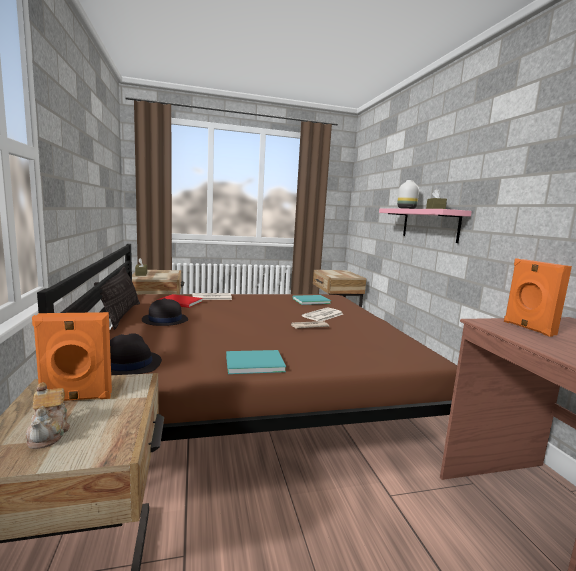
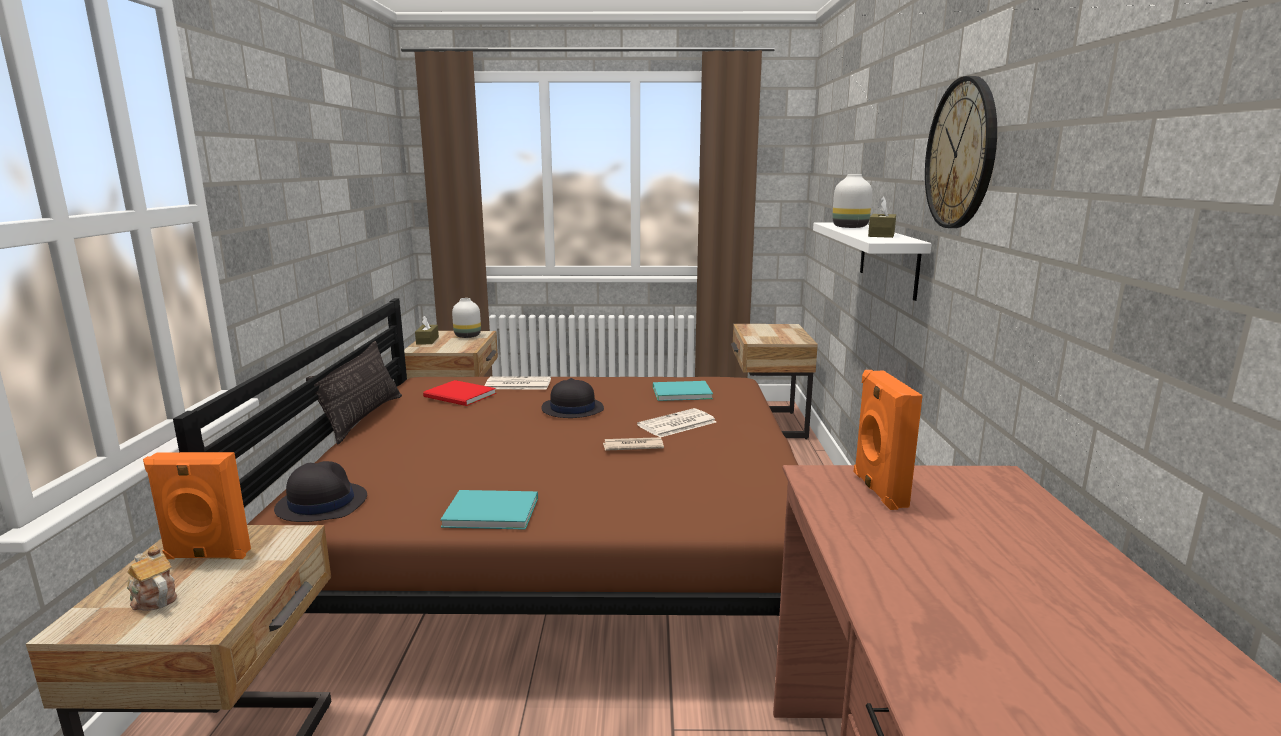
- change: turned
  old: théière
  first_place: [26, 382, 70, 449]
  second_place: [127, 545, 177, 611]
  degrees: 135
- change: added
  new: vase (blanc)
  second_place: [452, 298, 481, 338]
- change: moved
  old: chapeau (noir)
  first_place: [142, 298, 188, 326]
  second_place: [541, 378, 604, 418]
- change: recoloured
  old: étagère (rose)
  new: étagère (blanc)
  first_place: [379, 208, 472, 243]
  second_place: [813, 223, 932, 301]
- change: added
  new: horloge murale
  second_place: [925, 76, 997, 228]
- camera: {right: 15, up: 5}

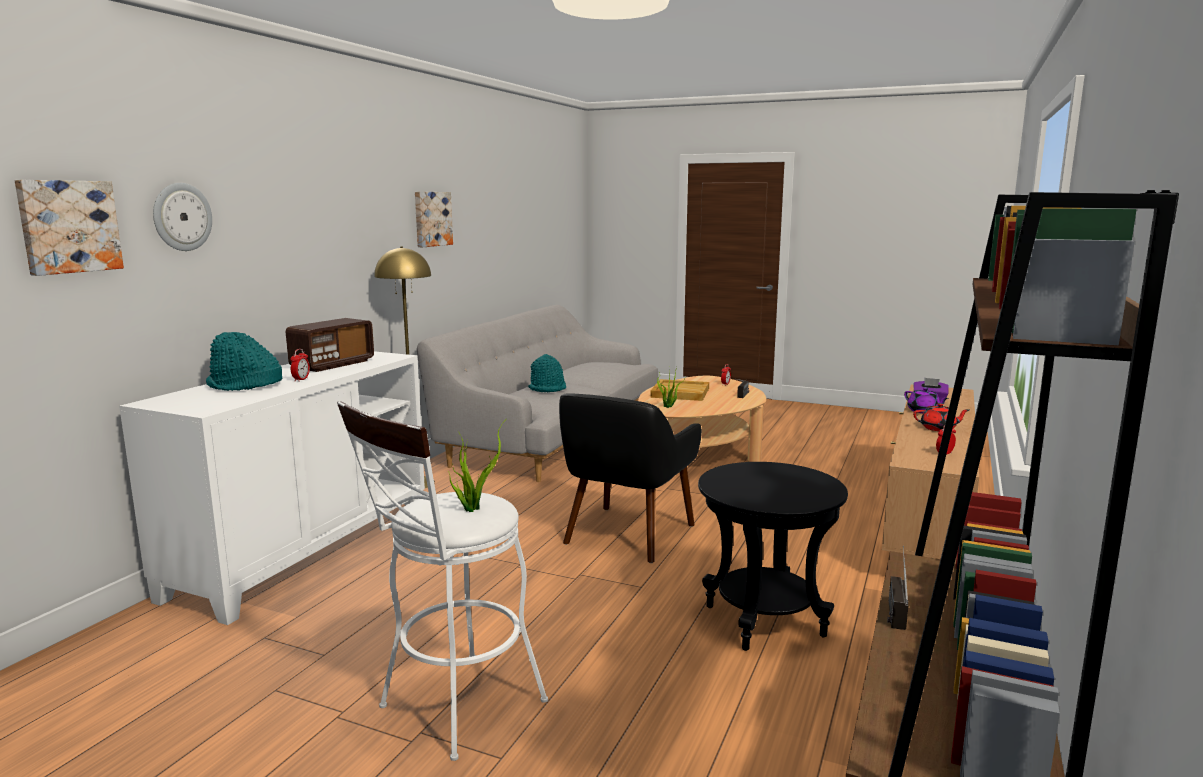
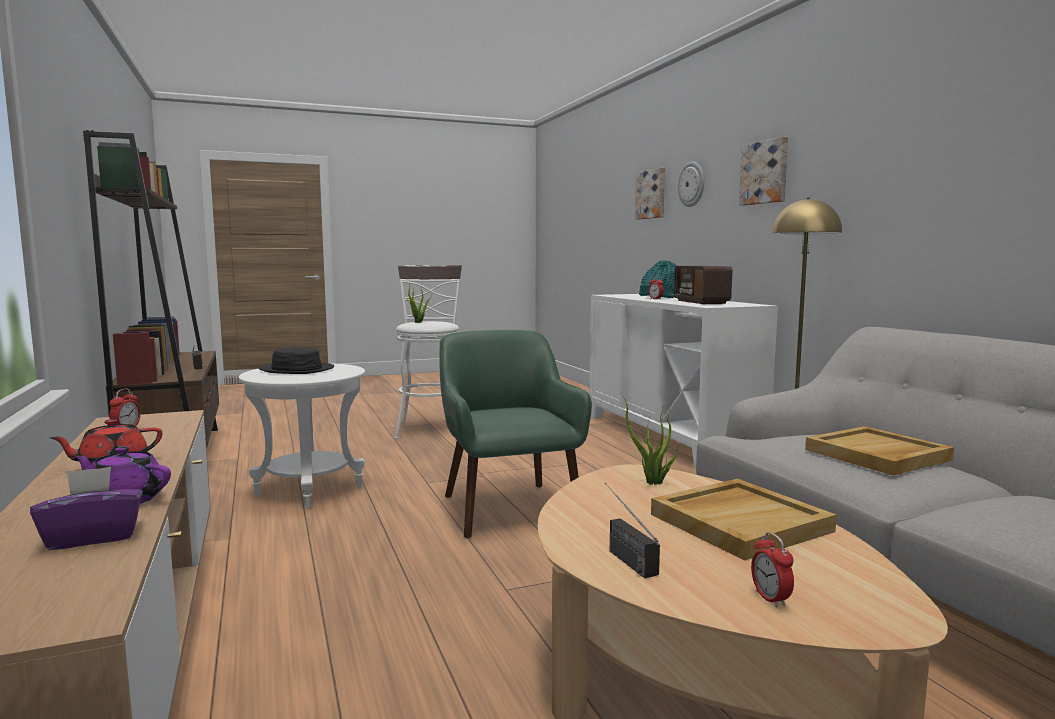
- change: recoloured
  old: table d'appoint (noir)
  new: table d'appoint (blanc)
  first_place: [698, 462, 848, 651]
  second_place: [239, 363, 365, 509]
- change: added
  new: chapeau (noir)
  second_place: [259, 347, 334, 374]
- change: recoloured
  old: fauteuil (noir)
  new: fauteuil (vert)
  first_place: [559, 393, 702, 563]
  second_place: [440, 330, 592, 539]
- change: moved
  old: tableau
  first_place: [415, 192, 453, 247]
  second_place: [739, 136, 788, 206]
- change: replaced
  old: chapeau (turquoise)
  new: plateau (beige)
  first_place: [528, 354, 566, 393]
  second_place: [805, 426, 954, 476]
- camera: {right: 135, up: -5}

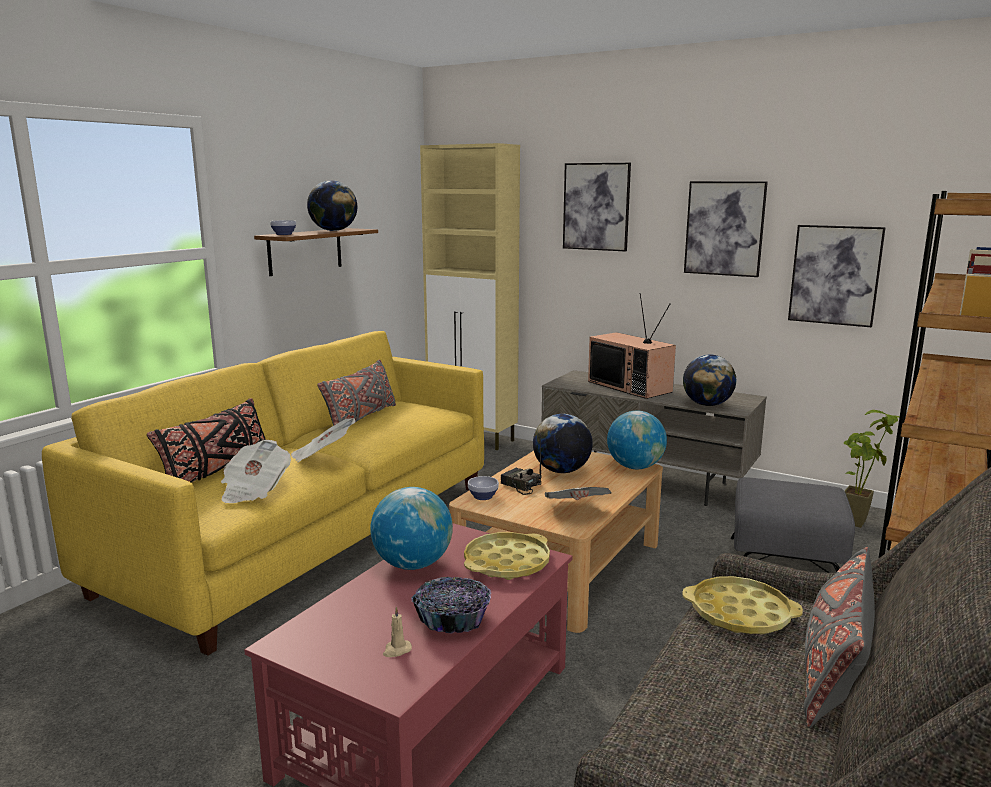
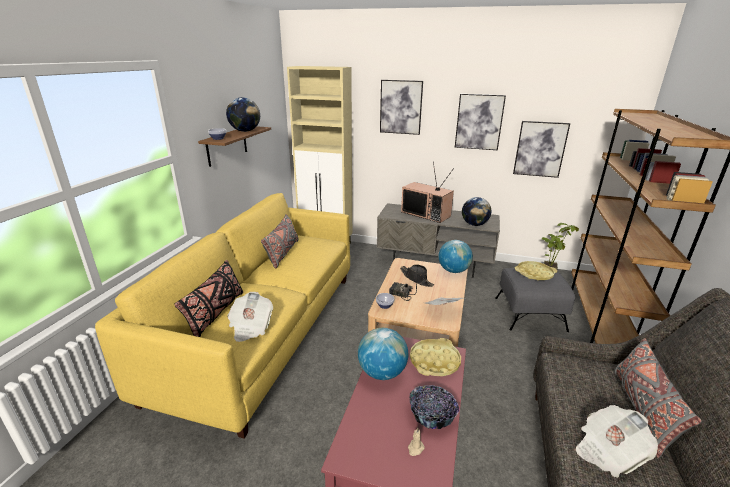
- change: replaced
  old: globe
  new: chapeau (noir)
  first_place: [533, 414, 593, 473]
  second_place: [400, 264, 434, 287]
- change: moved
  old: plateau (jaune)
  first_place: [682, 576, 803, 635]
  second_place: [515, 261, 557, 281]
- change: moved
  old: journal
  first_place: [291, 418, 356, 462]
  second_place: [575, 405, 658, 478]
- camera: {right: -15, up: 10}

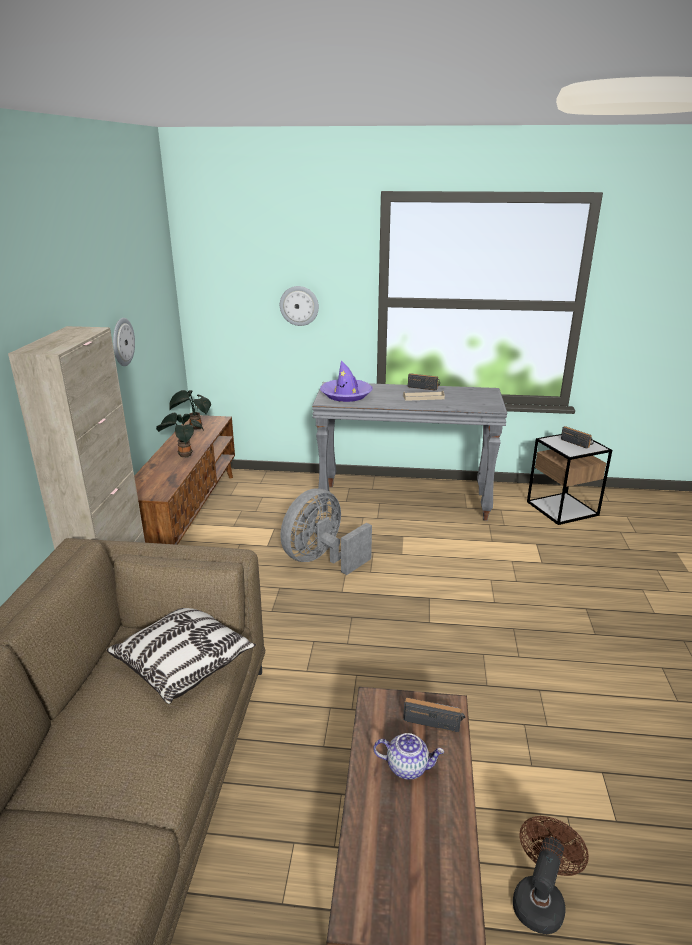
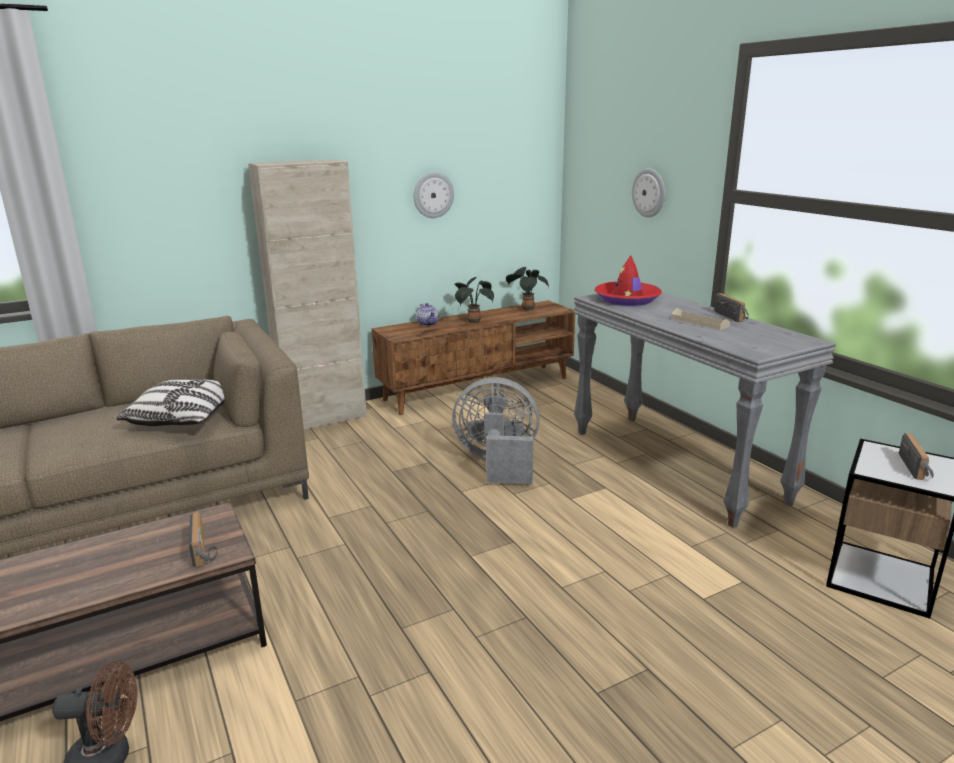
- change: moved
  old: théière
  first_place: [373, 733, 444, 780]
  second_place: [416, 303, 439, 326]
- change: recoloured
  old: chapeau (violet)
  new: chapeau (rouge)
  first_place: [320, 360, 373, 402]
  second_place: [594, 255, 662, 306]
- camera: {right: 55, up: -5}

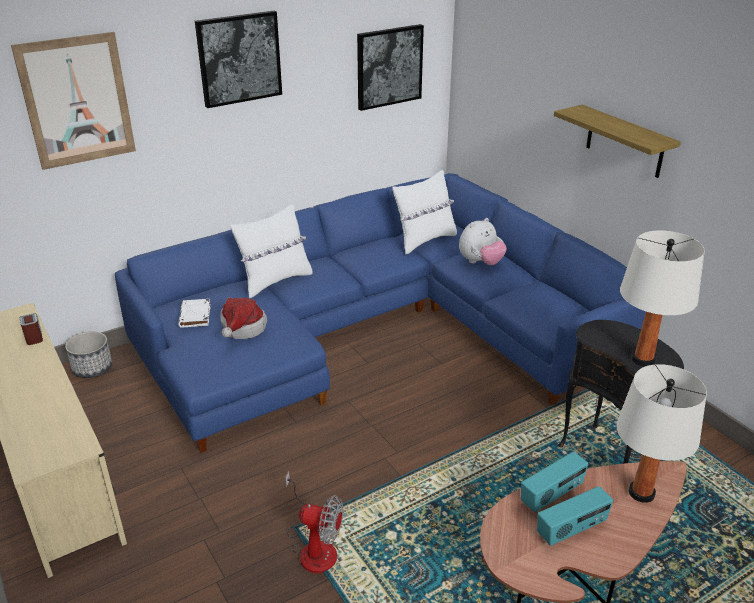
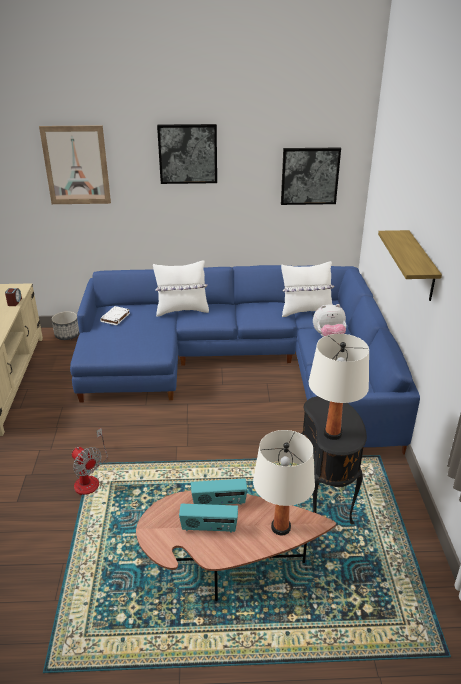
- change: removed
  old: chapeau
  first_place: [220, 298, 267, 339]
- camera: {right: 30, up: 0}

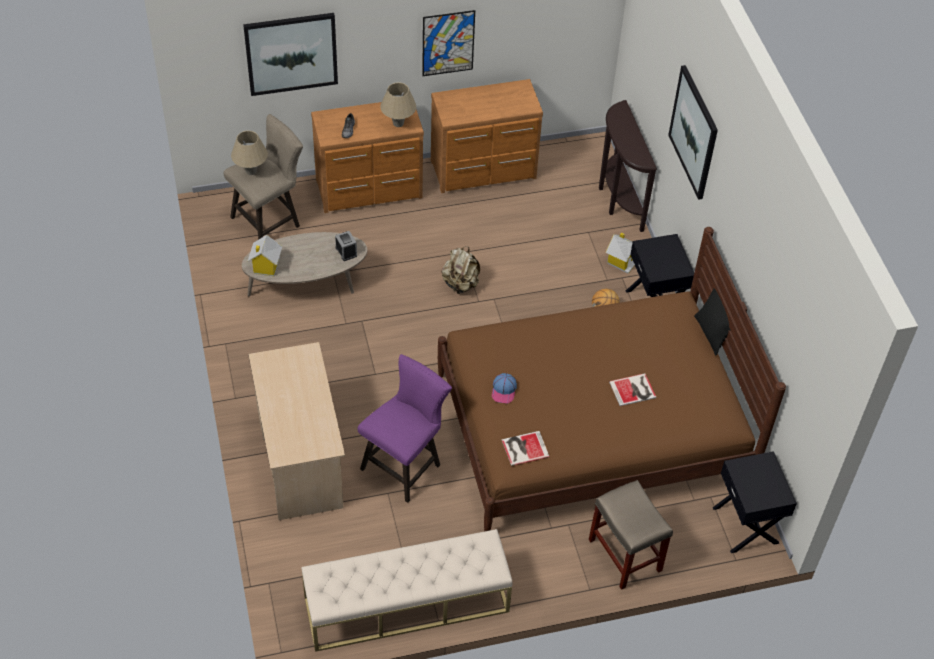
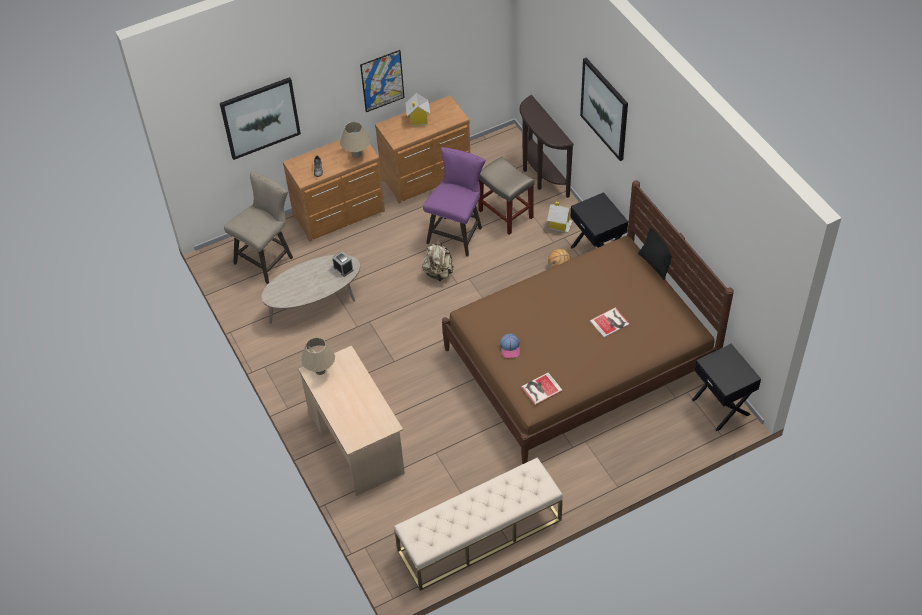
- change: moved
  old: lampe de table (beige)
  first_place: [231, 131, 268, 175]
  second_place: [301, 337, 335, 375]
- change: moved
  old: maison miniature
  first_place: [248, 235, 282, 276]
  second_place: [406, 93, 430, 126]
- change: moved
  old: tabouret (violet)
  first_place: [357, 354, 452, 503]
  second_place: [423, 147, 486, 257]
- change: moved
  old: tabouret (beige)
  first_place: [589, 480, 673, 590]
  second_place: [478, 156, 534, 235]
- camera: {right: -10, up: 0}

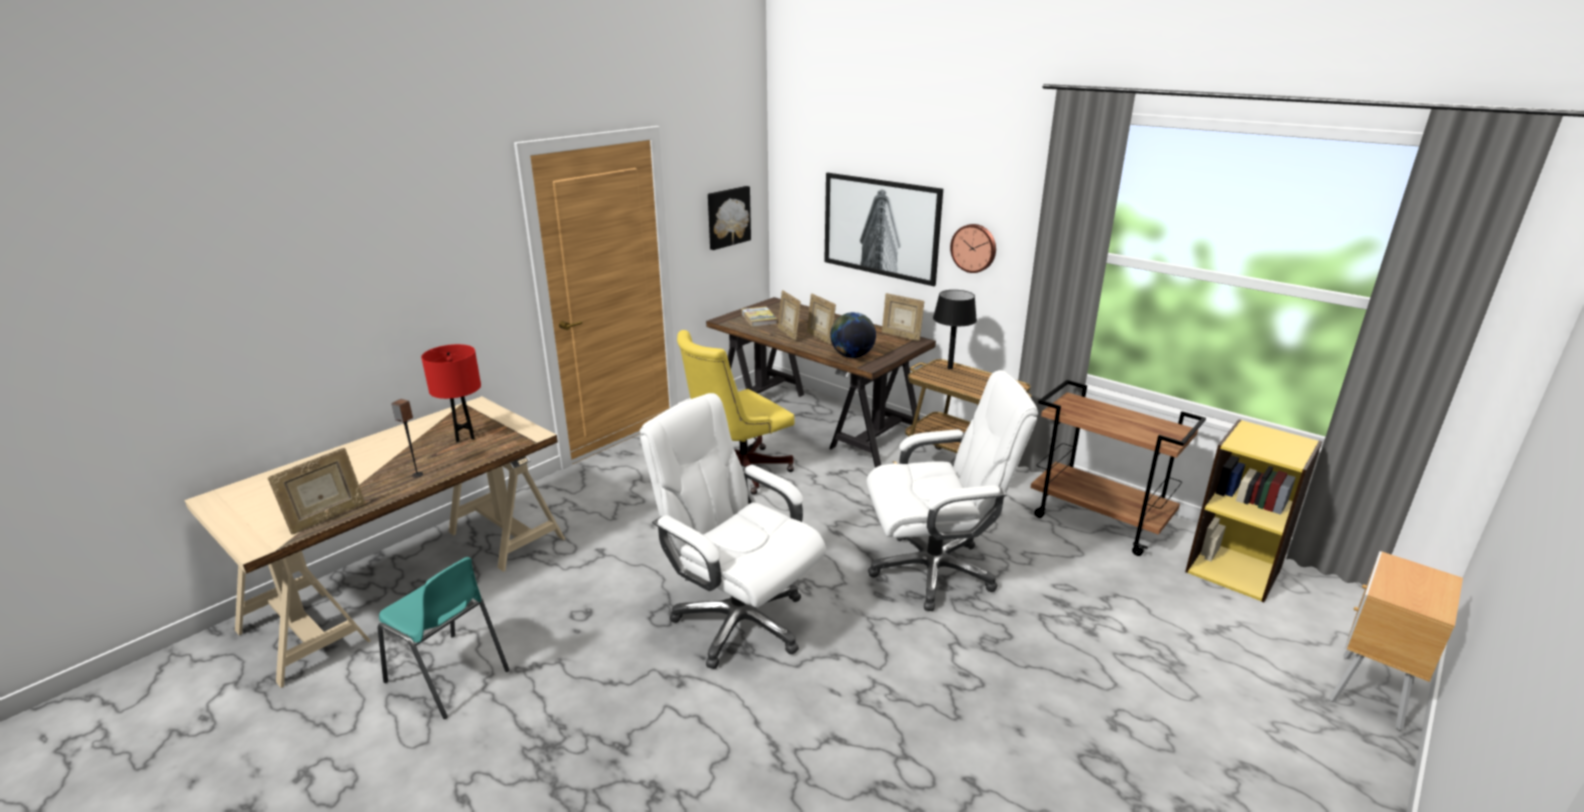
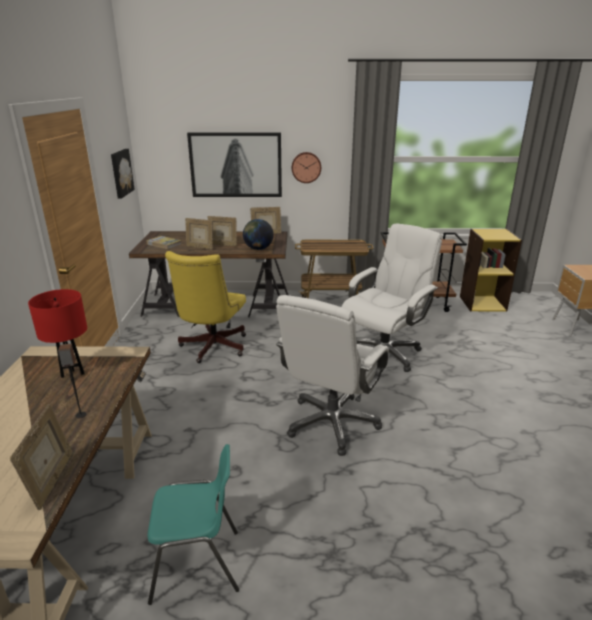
- change: turned
  old: chaise de bureau (blanc)
  first_place: [640, 393, 826, 669]
  second_place: [276, 295, 389, 456]
  degrees: -60
- change: removed
  old: lampe de table (noir)
  first_place: [933, 290, 977, 369]
- camera: {right: -40, up: 0}

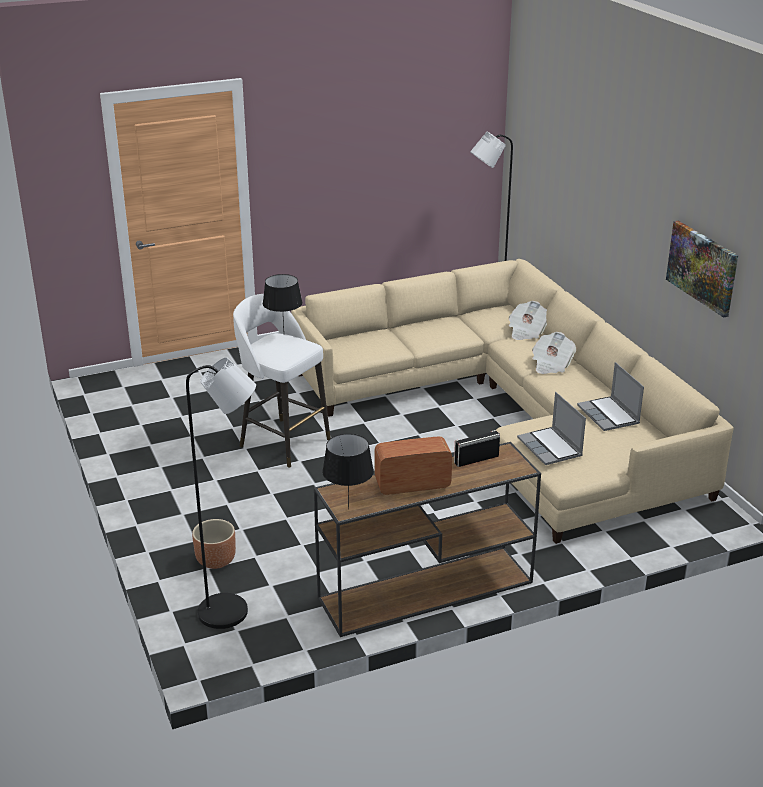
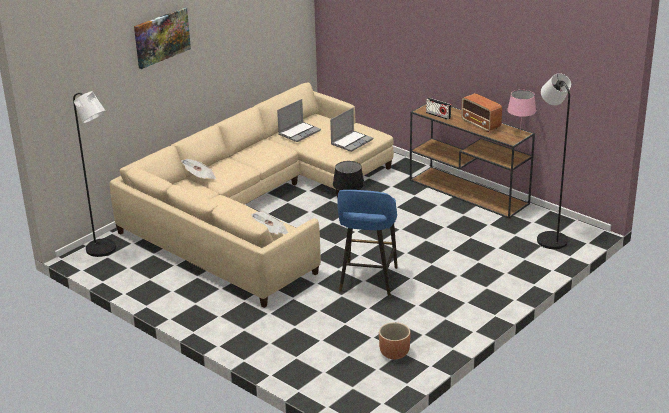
- change: moved
  old: tableau
  first_place: [666, 221, 738, 318]
  second_place: [134, 7, 191, 69]
- change: moved
  old: journal
  first_place: [532, 332, 576, 374]
  second_place: [251, 211, 289, 235]
- change: recoloured
  old: tabouret (blanc)
  new: tabouret (bleu)
  first_place: [233, 294, 331, 468]
  second_place: [337, 190, 398, 296]
- change: moved
  old: cache-pot (marron)
  first_place: [192, 519, 236, 569]
  second_place: [379, 322, 411, 359]
- change: recoloured
  old: lampe de table (noir)
  new: lampe de table (rose)
  first_place: [322, 434, 374, 510]
  second_place: [507, 90, 536, 134]
- camera: {right: -115, up: 0}

